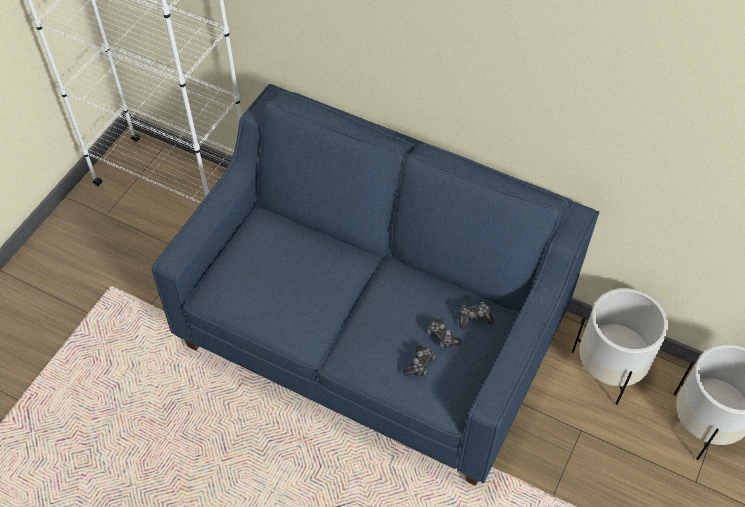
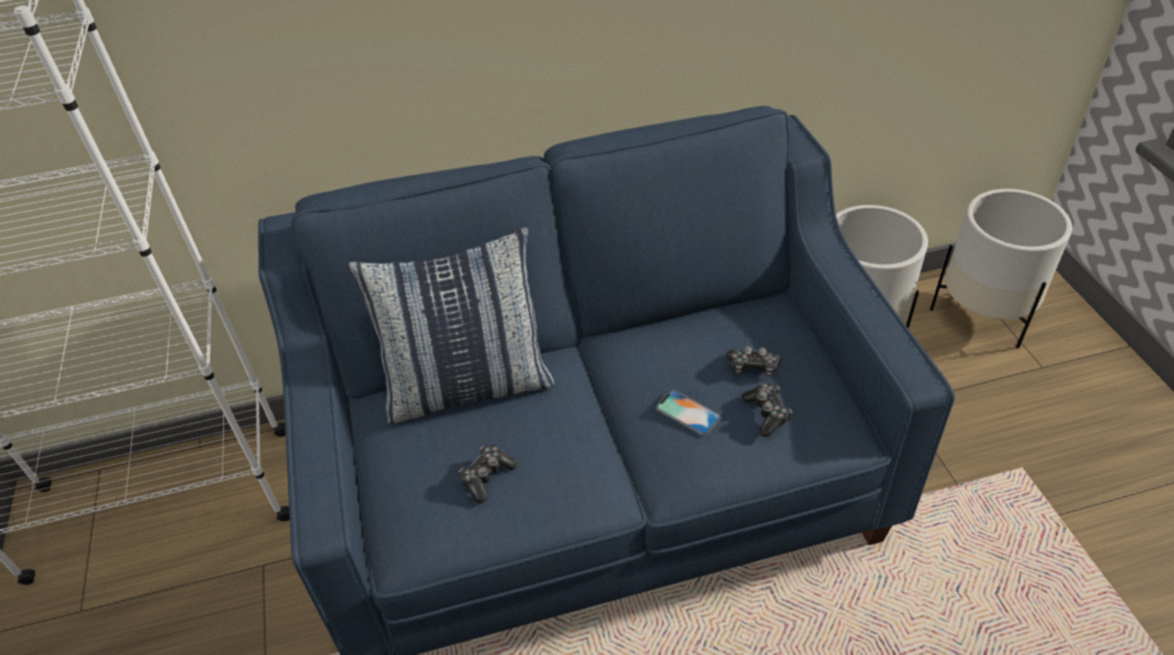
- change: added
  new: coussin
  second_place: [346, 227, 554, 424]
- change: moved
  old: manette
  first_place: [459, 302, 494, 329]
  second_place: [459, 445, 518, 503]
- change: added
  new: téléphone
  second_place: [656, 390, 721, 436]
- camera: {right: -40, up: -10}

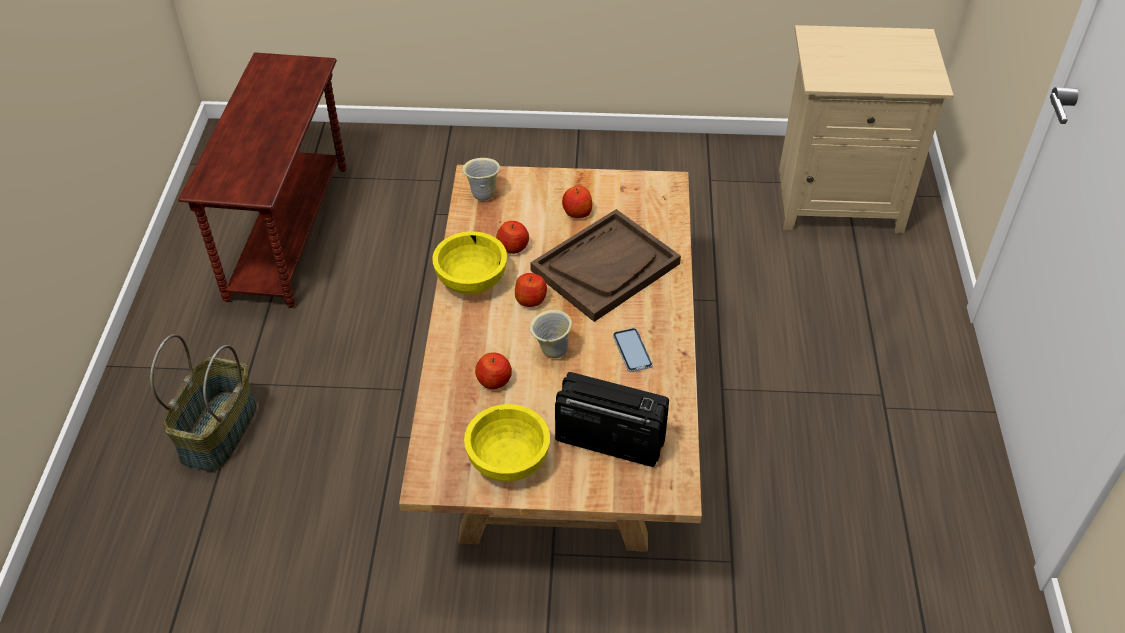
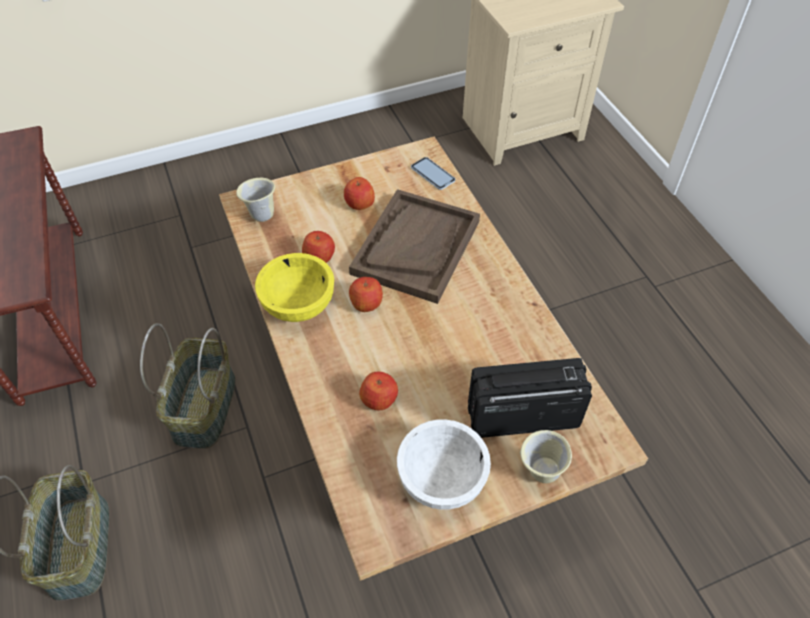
- change: added
  new: panier
  second_place: [140, 323, 236, 449]
- change: recoloured
  old: bol (jaune)
  new: bol (blanc)
  first_place: [464, 404, 550, 482]
  second_place: [397, 419, 491, 510]
- change: moved
  old: téléphone
  first_place: [613, 328, 653, 372]
  second_place: [411, 157, 455, 190]
- change: moved
  old: mug (beige)
  first_place: [529, 310, 572, 358]
  second_place: [520, 430, 572, 483]
- camera: {right: -25, up: 5}

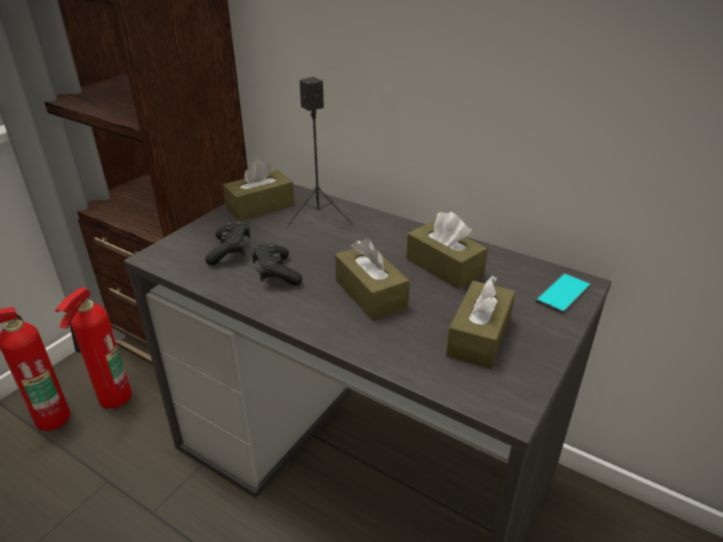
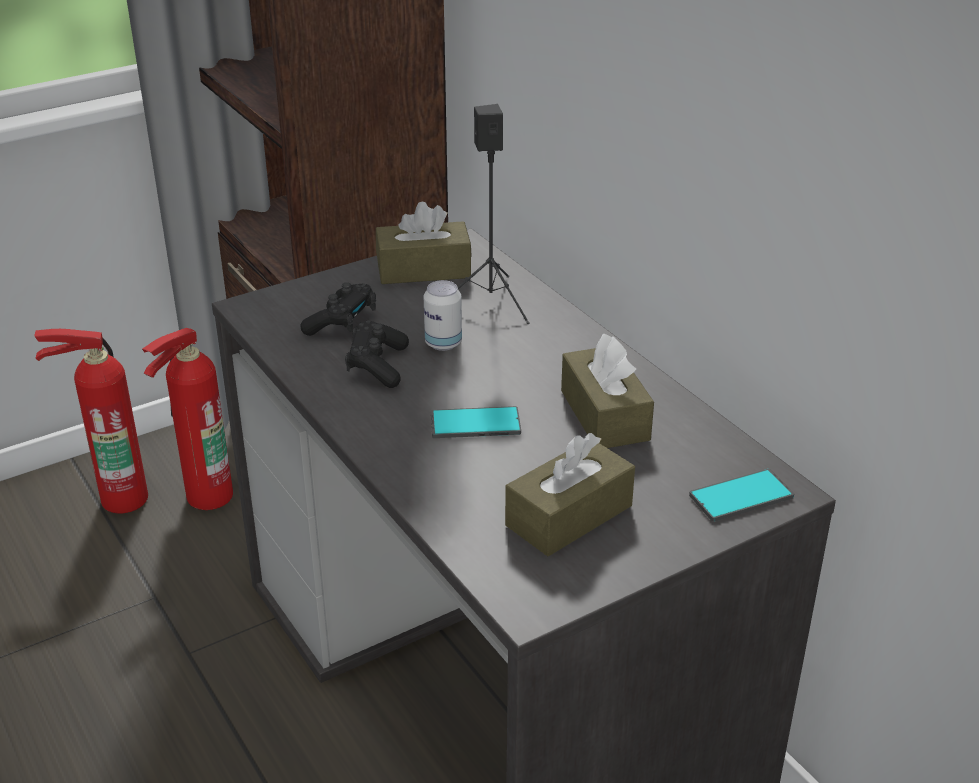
- change: added
  new: boîte métallique
  second_place: [424, 280, 462, 351]
- change: replaced
  old: boîte à mouchoirs (marron)
  new: téléphone
  first_place: [335, 238, 410, 321]
  second_place: [431, 406, 521, 438]
- camera: {right: 25, up: 0}

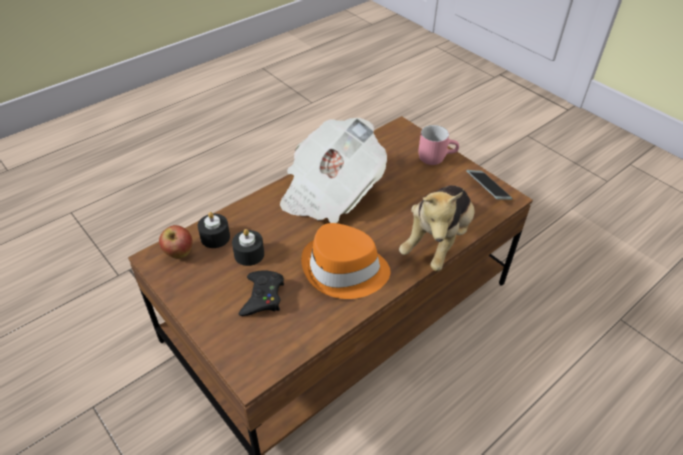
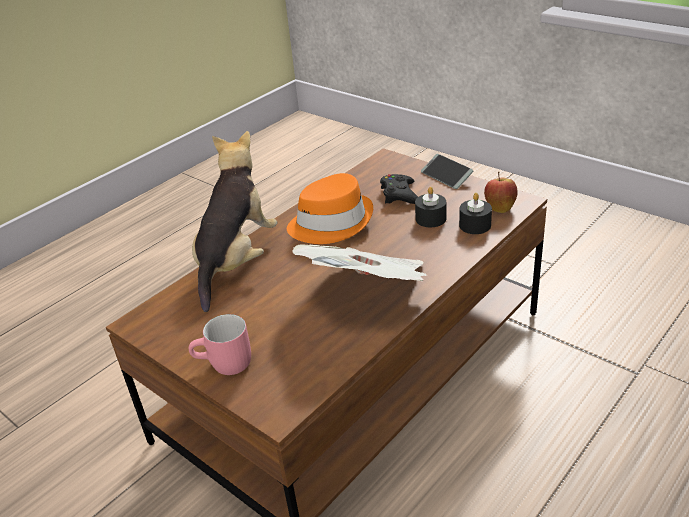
- change: moved
  old: téléphone
  first_place: [466, 170, 513, 200]
  second_place: [421, 154, 473, 189]
- camera: {right: 175, up: -10}

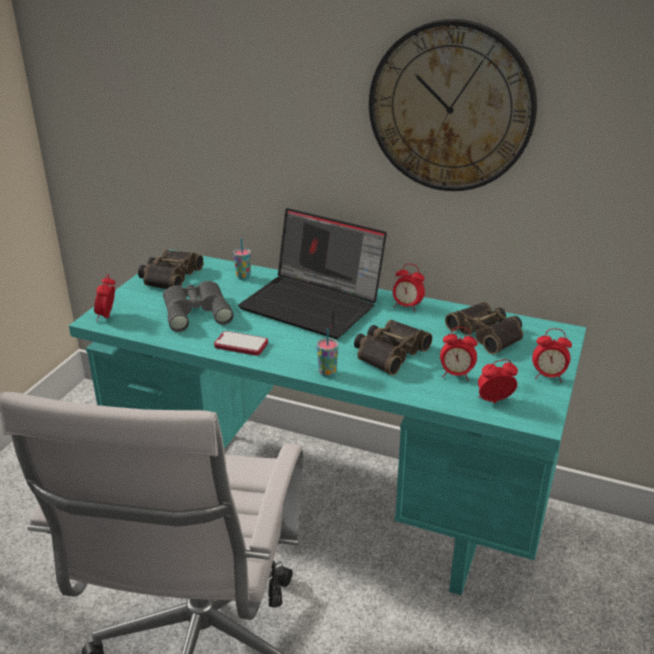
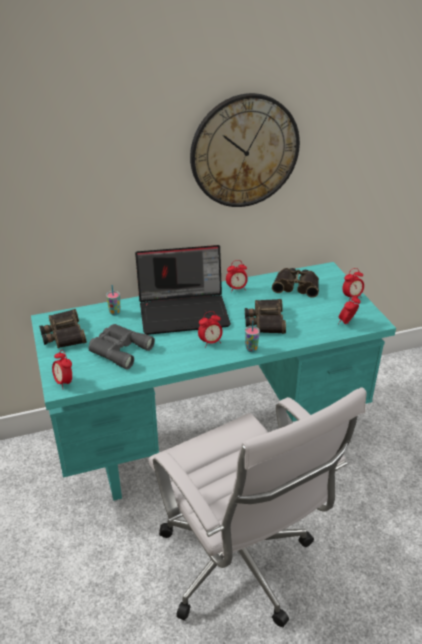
- change: moved
  old: réveil
  first_place: [440, 327, 478, 381]
  second_place: [198, 311, 223, 348]
- change: removed
  old: téléphone
  first_place: [214, 331, 268, 356]
- camera: {right: -40, up: 5}

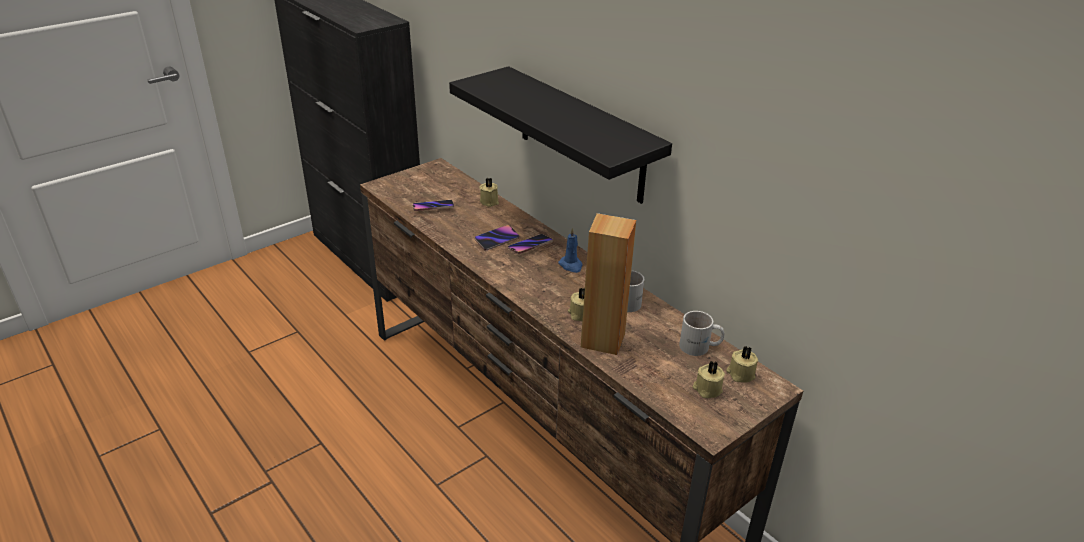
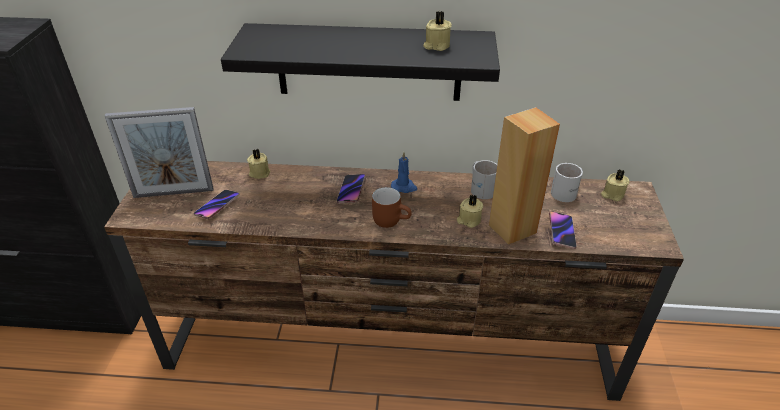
- change: added
  new: cadre photo
  second_place: [105, 107, 214, 198]
- change: added
  new: mug (marron)
  second_place: [372, 187, 412, 228]
- change: moved
  old: bougie (beige)
  first_place: [692, 361, 725, 398]
  second_place: [423, 11, 452, 51]
- change: moved
  old: téléphone
  first_place: [474, 225, 519, 251]
  second_place: [549, 211, 577, 249]
- camera: {right: -45, up: 5}

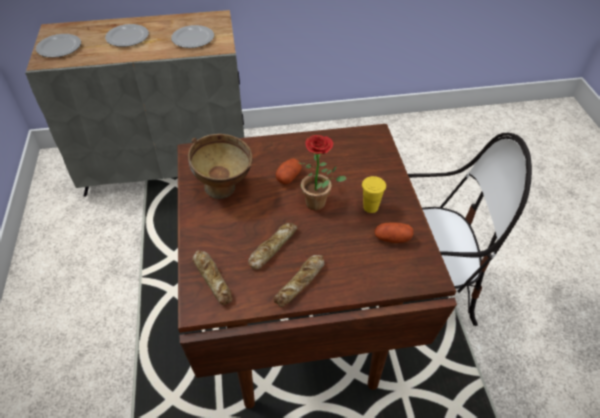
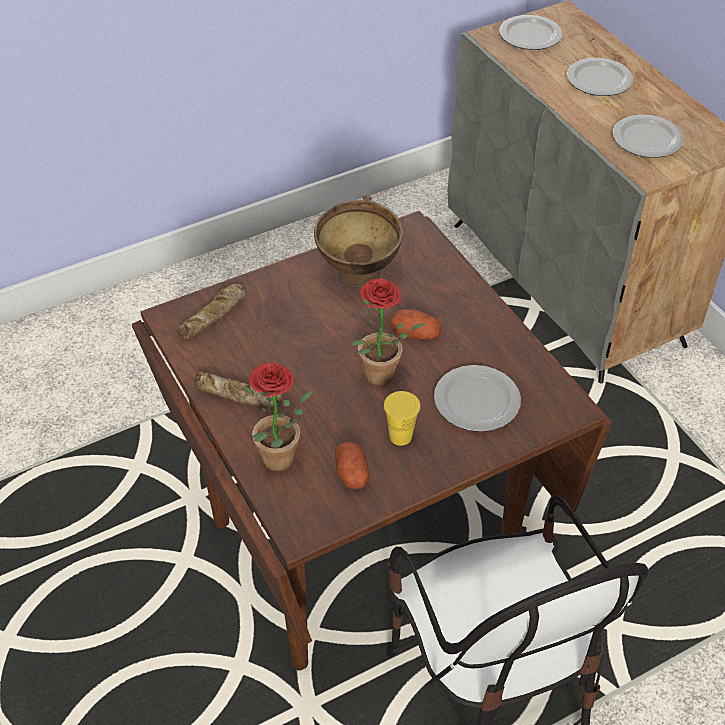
- change: added
  new: plante en pot
  second_place: [245, 363, 312, 471]
- change: added
  new: assiette
  second_place: [434, 365, 521, 432]
- change: removed
  old: pain
  first_place: [248, 223, 298, 269]
- camera: {right: 70, up: 0}

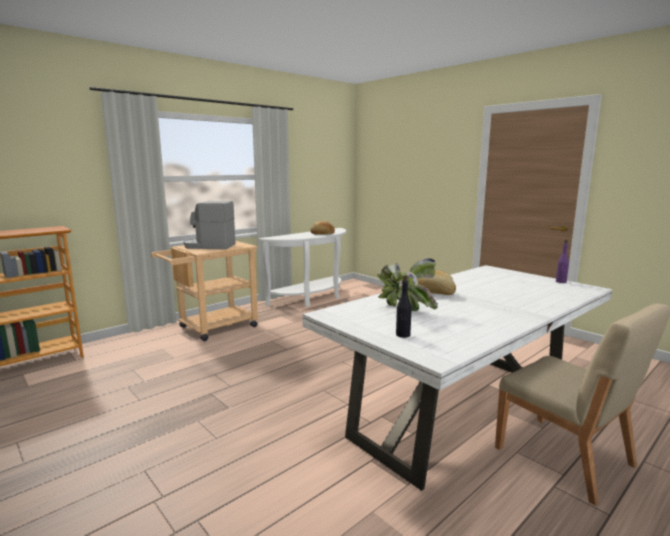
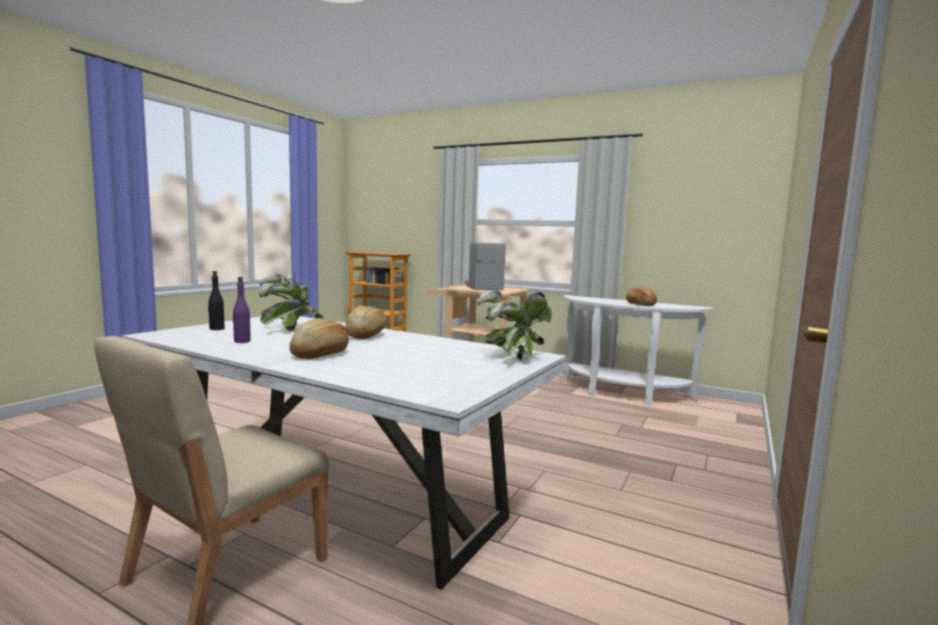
- change: moved
  old: bouteille (violet)
  first_place: [556, 240, 569, 283]
  second_place: [233, 277, 251, 343]
- change: added
  new: pain
  second_place: [289, 319, 349, 359]
- change: added
  new: plante en pot
  second_place: [477, 290, 552, 360]
- camera: {right: 70, up: -5}

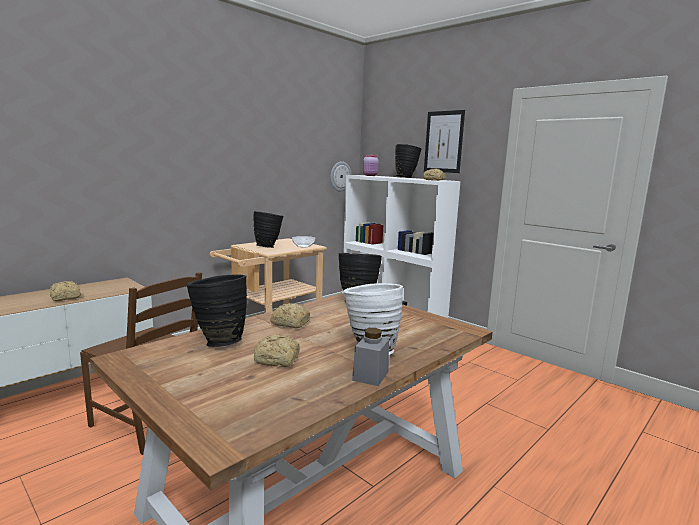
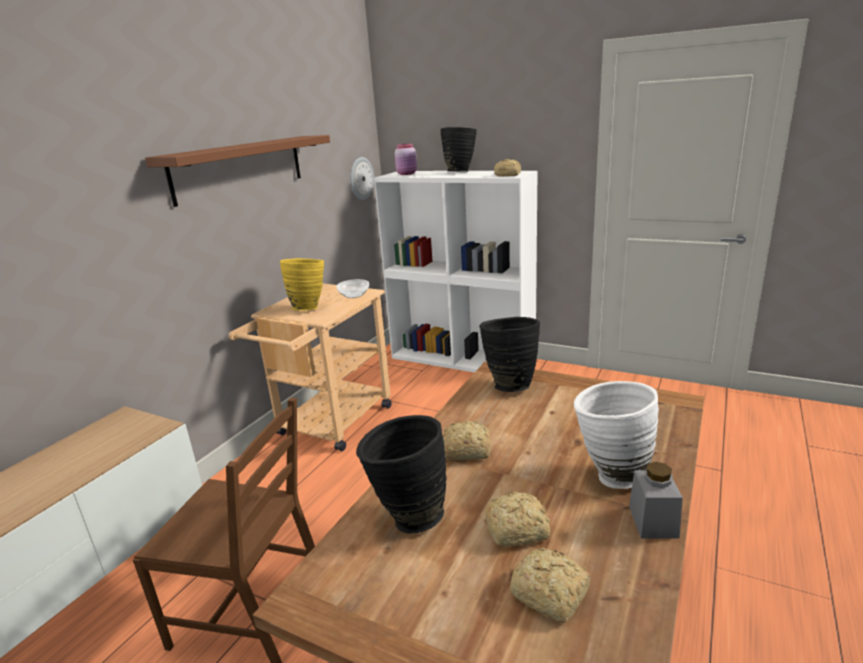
- change: added
  new: étagère (marron)
  second_place: [145, 135, 330, 207]
- change: recoloured
  old: vase (noir)
  new: vase (jaune)
  first_place: [253, 211, 283, 248]
  second_place: [280, 258, 324, 311]
- change: moved
  old: pain
  first_place: [50, 281, 81, 301]
  second_place: [510, 548, 591, 623]
- change: removed
  old: tableau
  first_place: [424, 110, 465, 173]
- camera: {right: -15, up: 10}

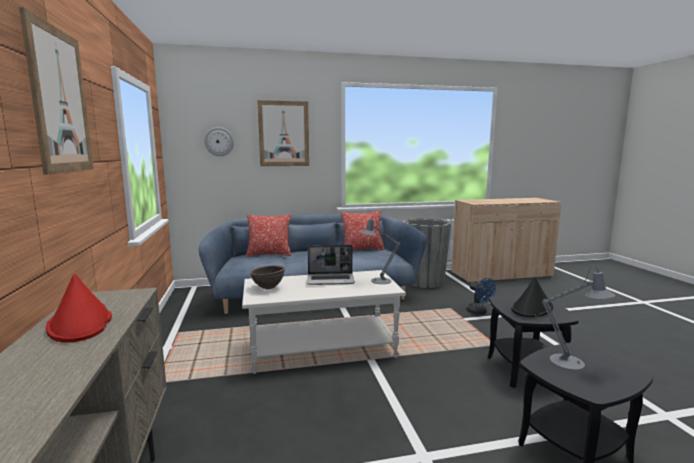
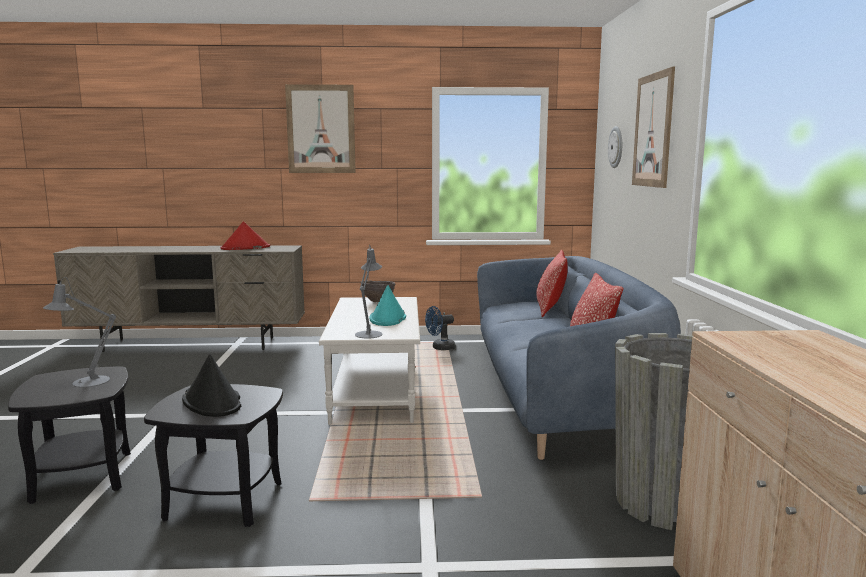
- change: replaced
  old: ordinateur portable
  new: chapeau (turquoise)
  first_place: [307, 245, 355, 285]
  second_place: [369, 285, 406, 326]
- change: moved
  old: ventilateur (bleu)
  first_place: [466, 278, 496, 315]
  second_place: [425, 306, 455, 350]
- camera: {right: 100, up: 0}

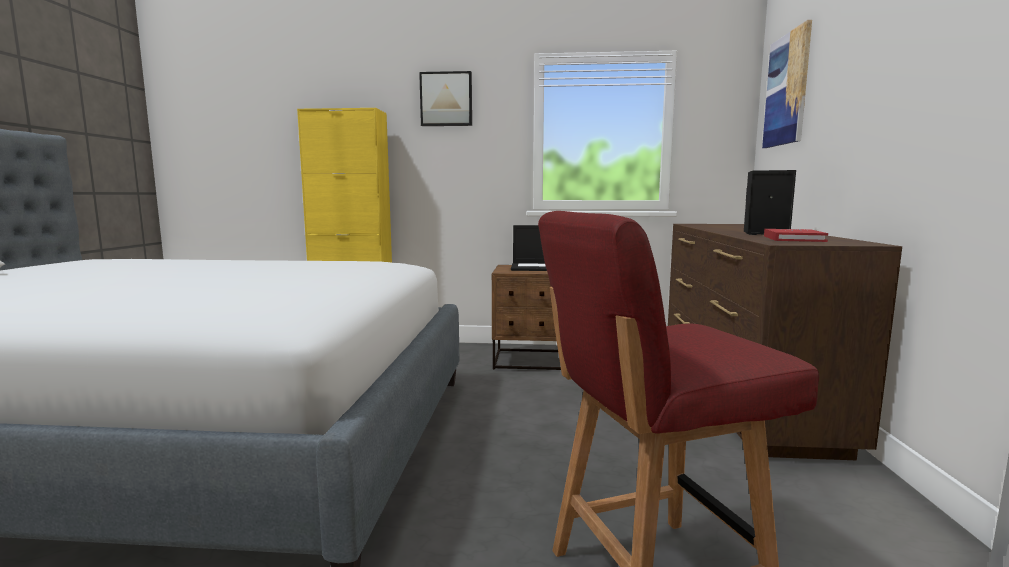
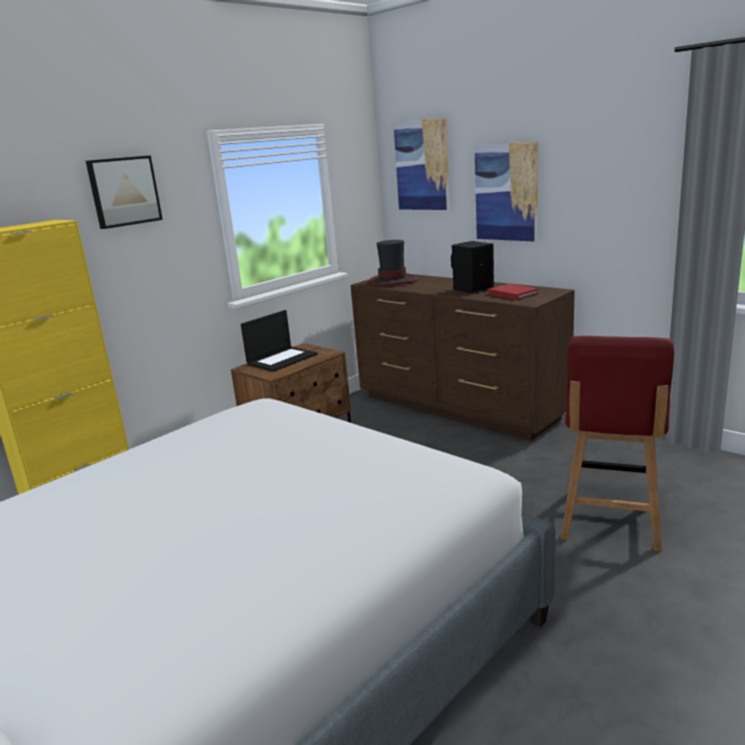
- change: added
  new: chapeau
  second_place: [367, 240, 419, 286]
- change: added
  new: tableau
  second_place: [474, 141, 538, 242]
- camera: {right: -50, up: 10}

